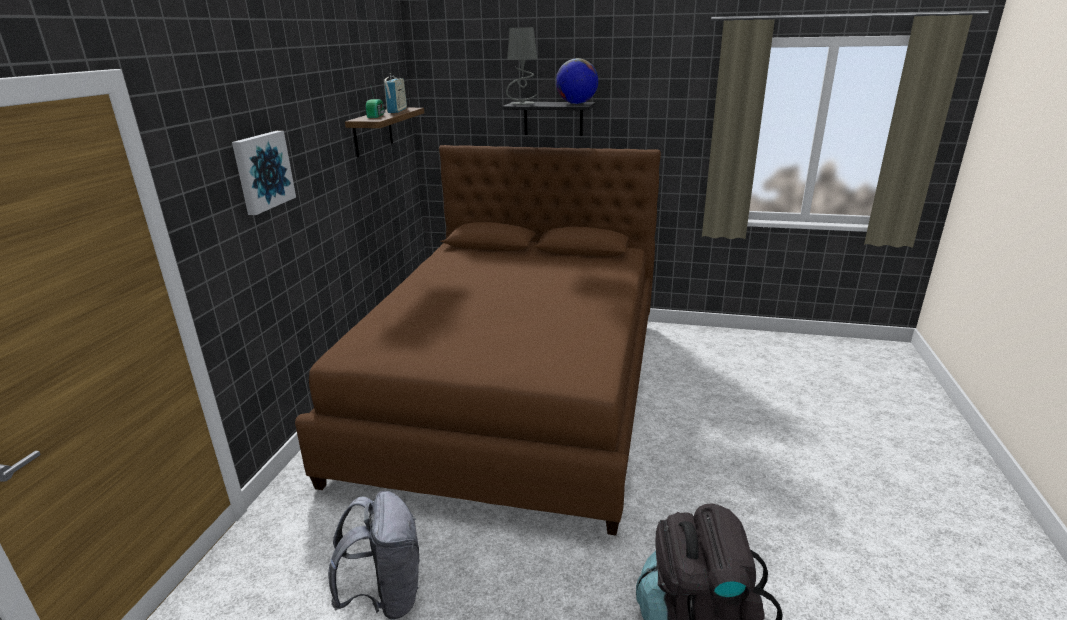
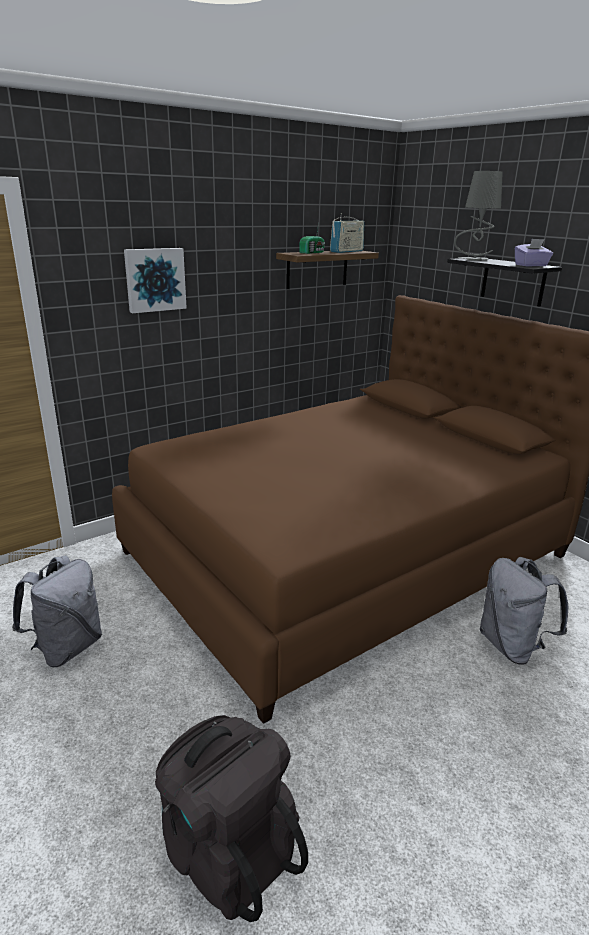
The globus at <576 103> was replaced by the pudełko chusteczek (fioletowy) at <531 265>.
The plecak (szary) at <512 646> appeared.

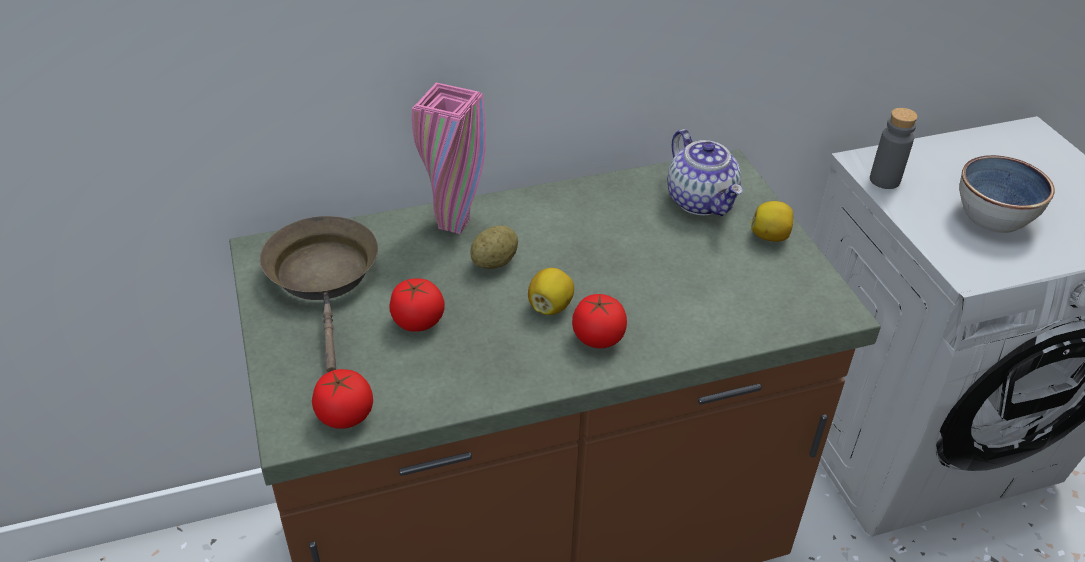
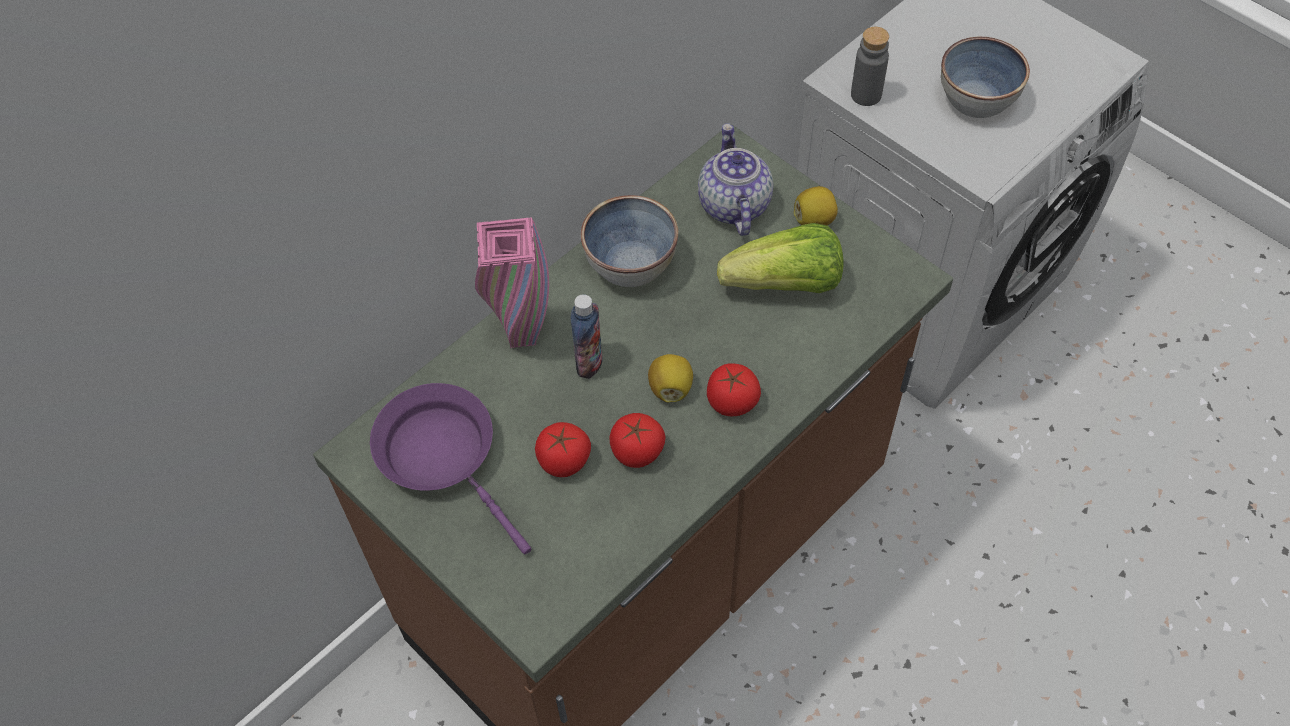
The patelnia (brązowy) at <324 279> became the patelnia (fioletowy) at <443 456>.
The pomidor moved from <345 415> to <637 451>.
The ziemniak at <494 262> was replaced by the butelka at <589 362>.
The imbryk at <702 201> turned 135 degrees counterclockwise.
The miska at <630 263> appeared.
The sałata at <786 285> appeared.

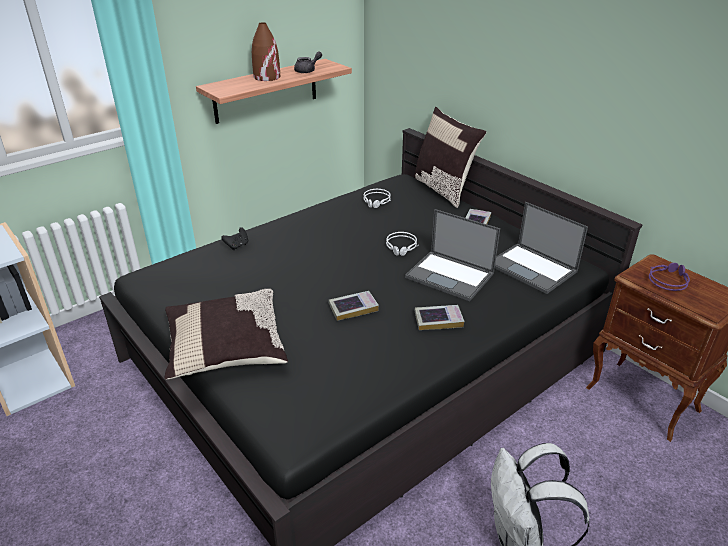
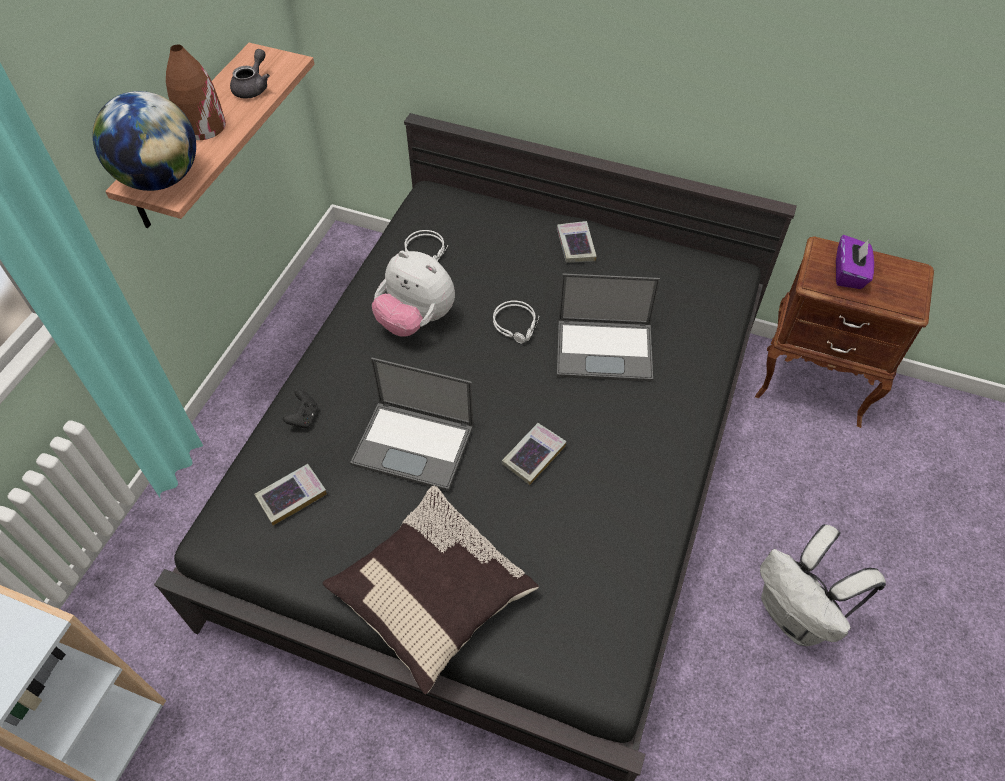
The poduszka at <443 190> disappeared.
The książka moved from <438 320> to <292 496>.
The laptop moved from <533 268> to <415 444>.
The słuchawki (fioletowy) at <667 280> was replaced by the pudełko chusteczek (fioletowy) at <849 273>.
The globus at <160 179> appeared.
The pluszak at <416 320> appeared.

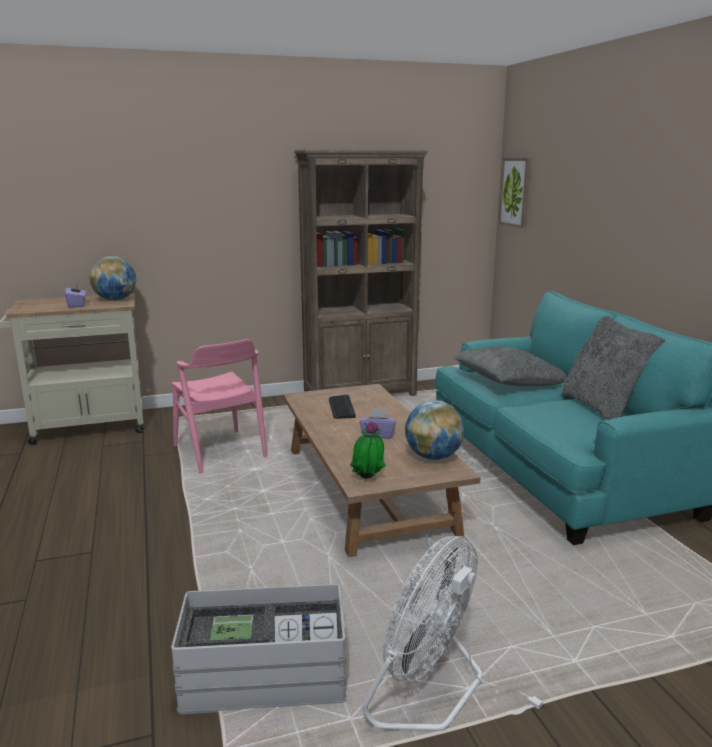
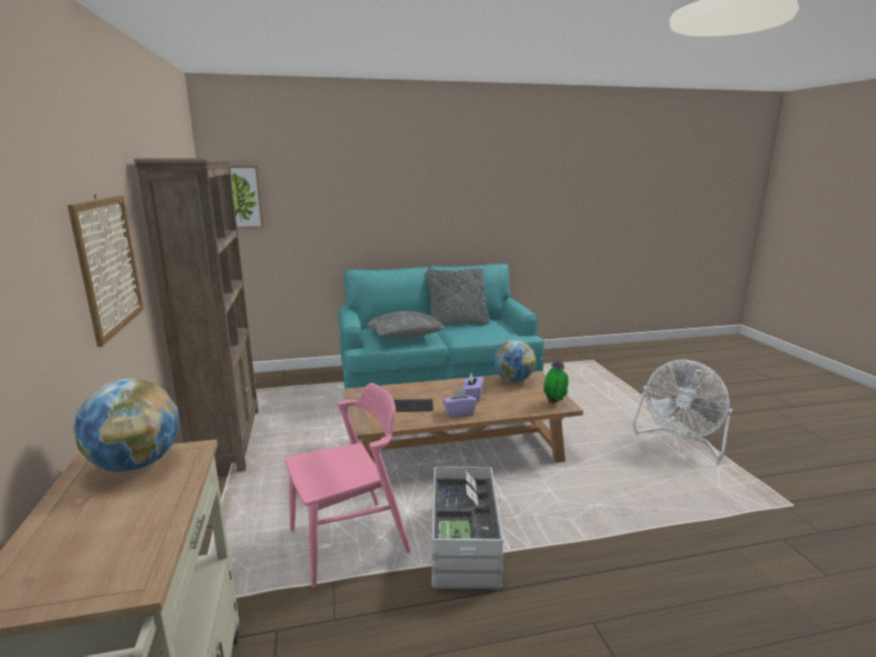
The pudełko chusteczek (fioletowy) moved from <77 305> to <459 412>.
The pojemnik do przechowywania (szary) moved from <265 673> to <463 543>.
The obraz at <108 263> appeared.

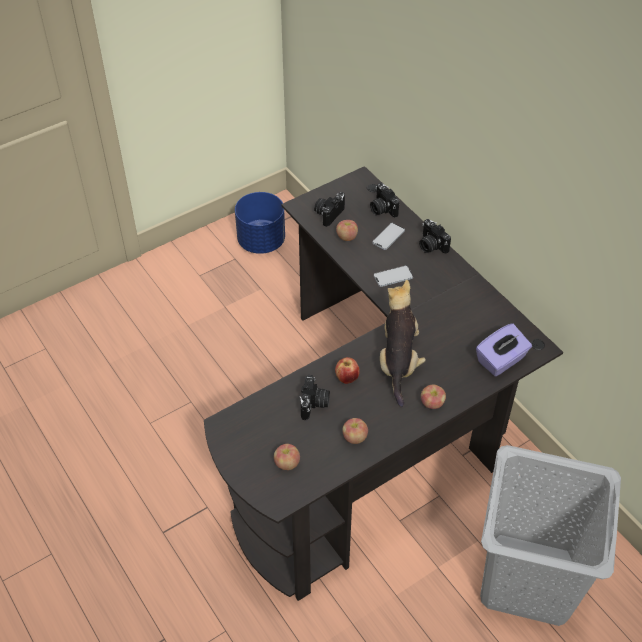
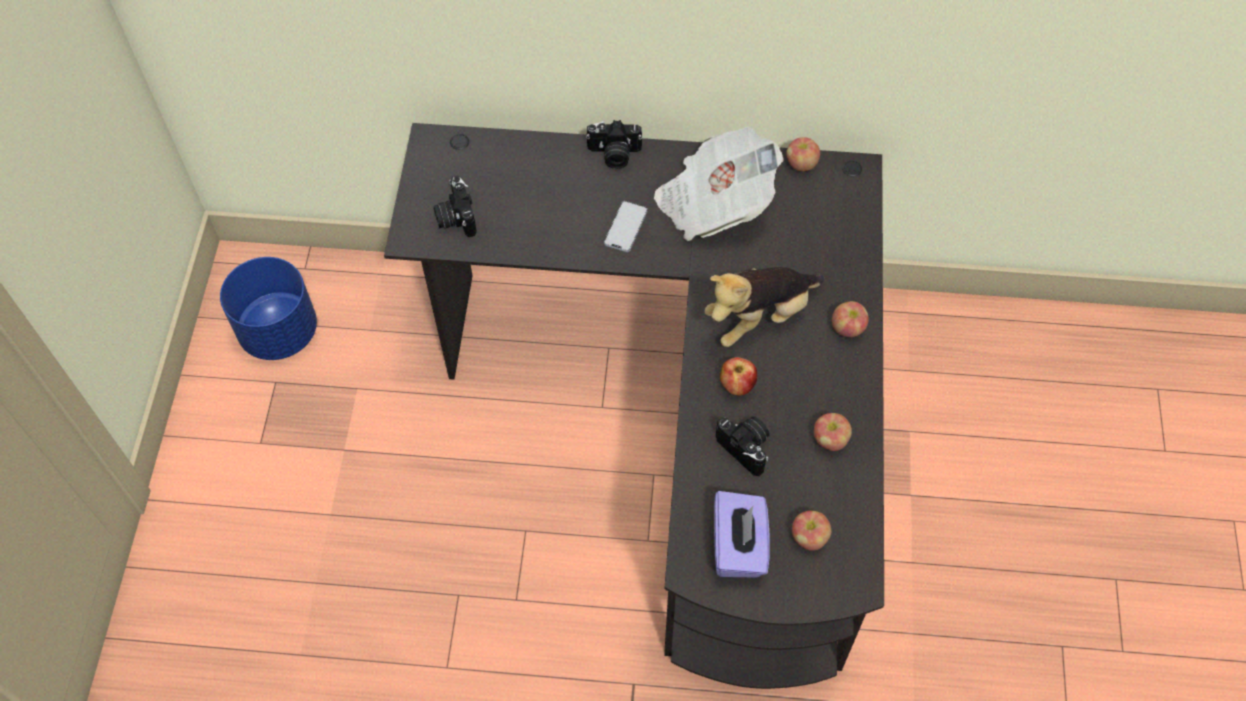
The jabłko moved from <346 237> to <801 164>.
The aparat fotograficzny at <382 209> disappeared.
The telefon at <388 237> disappeared.
The pluszak at <398 362> turned 75 degrees counterclockwise.
The pudełko chusteczek (fioletowy) moved from <501 360> to <739 547>.
The kosz na pranie (szary) at <527 577> disappeared.
The gazeta at <714 203> appeared.

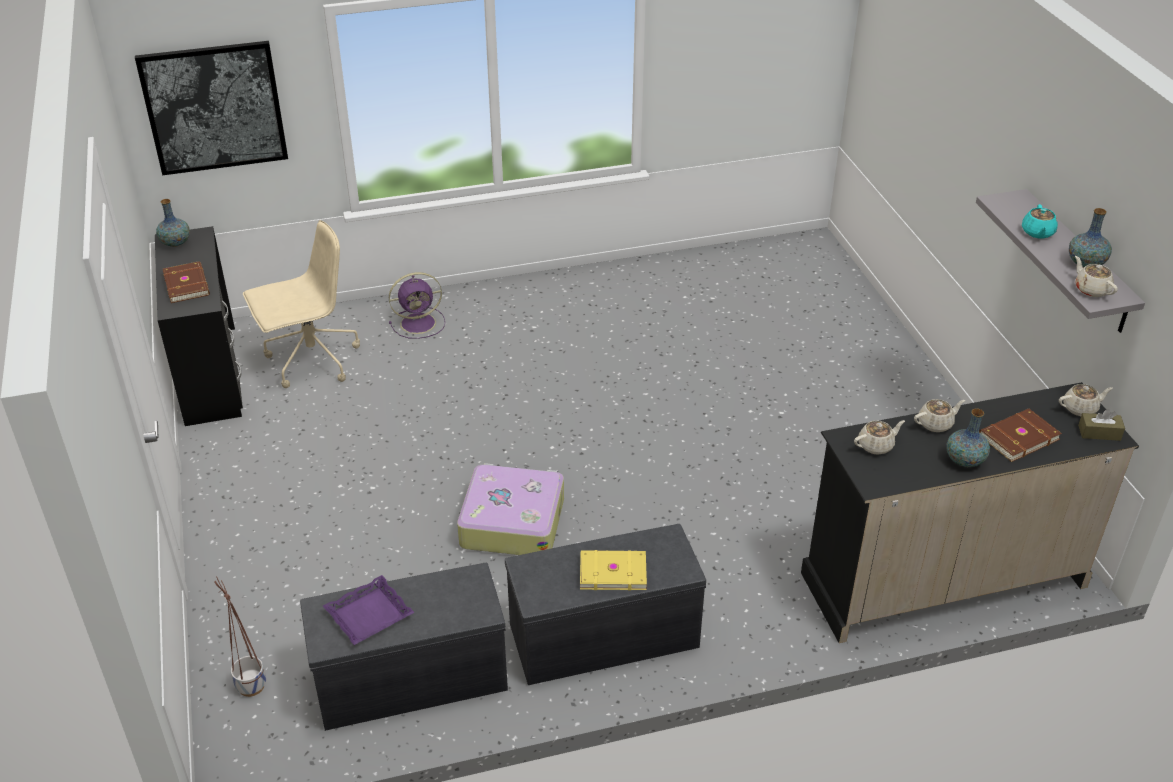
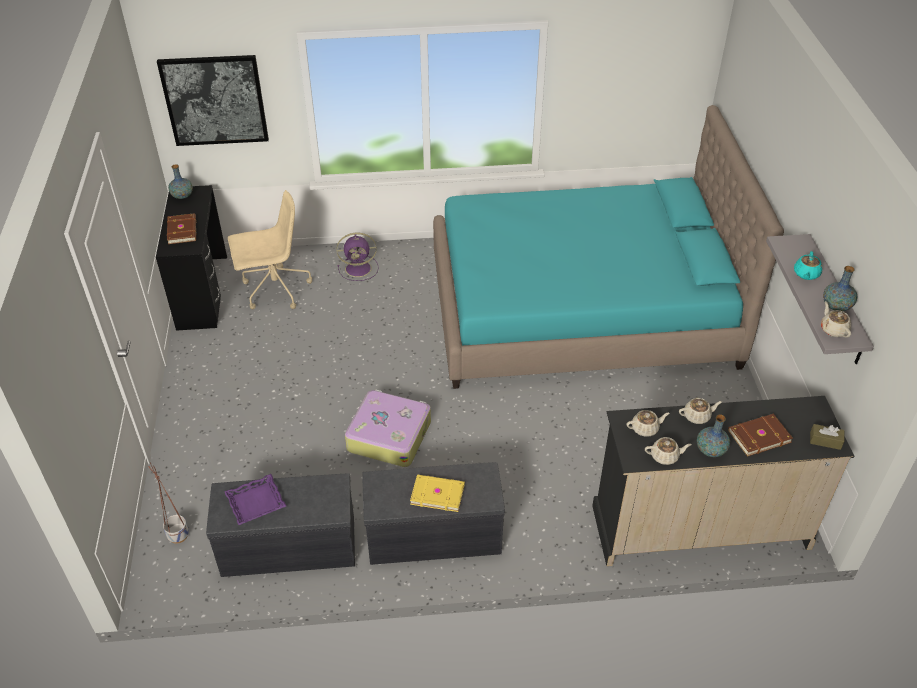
The imbryk (beżowy) moved from <1080 408> to <665 456>.
The łóżko (turkusowy) at <581 310> appeared.

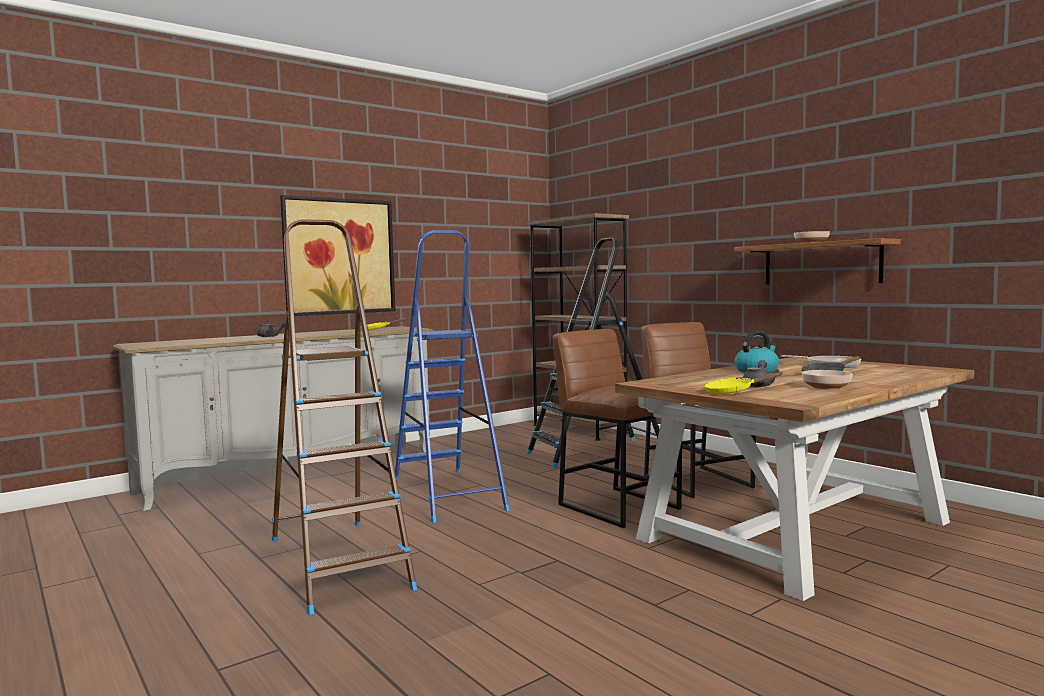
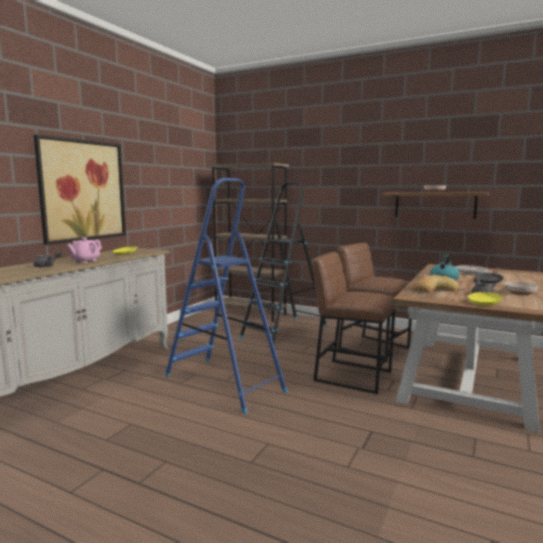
The drabinka (brązowy) at <338 562> disappeared.
The imbryk (różowy) at <85 261> appeared.
The chleb at <434 289> appeared.

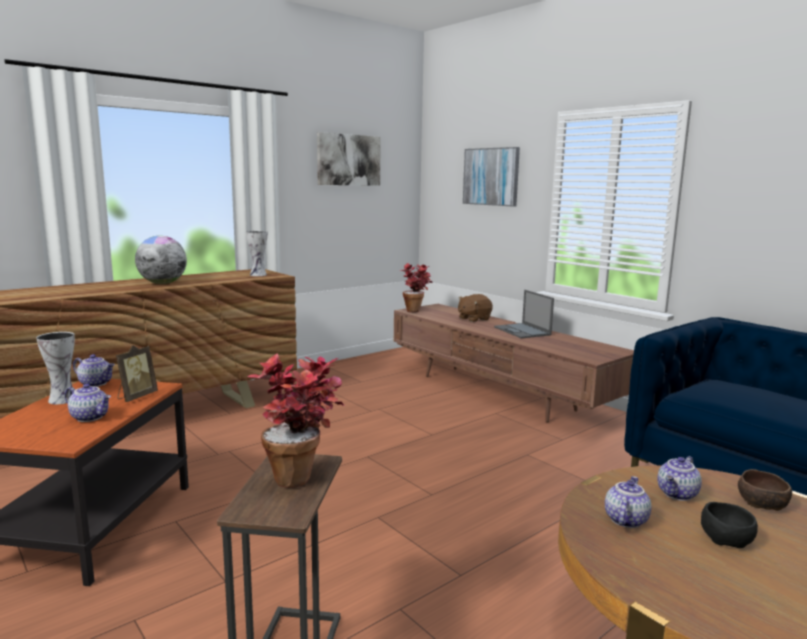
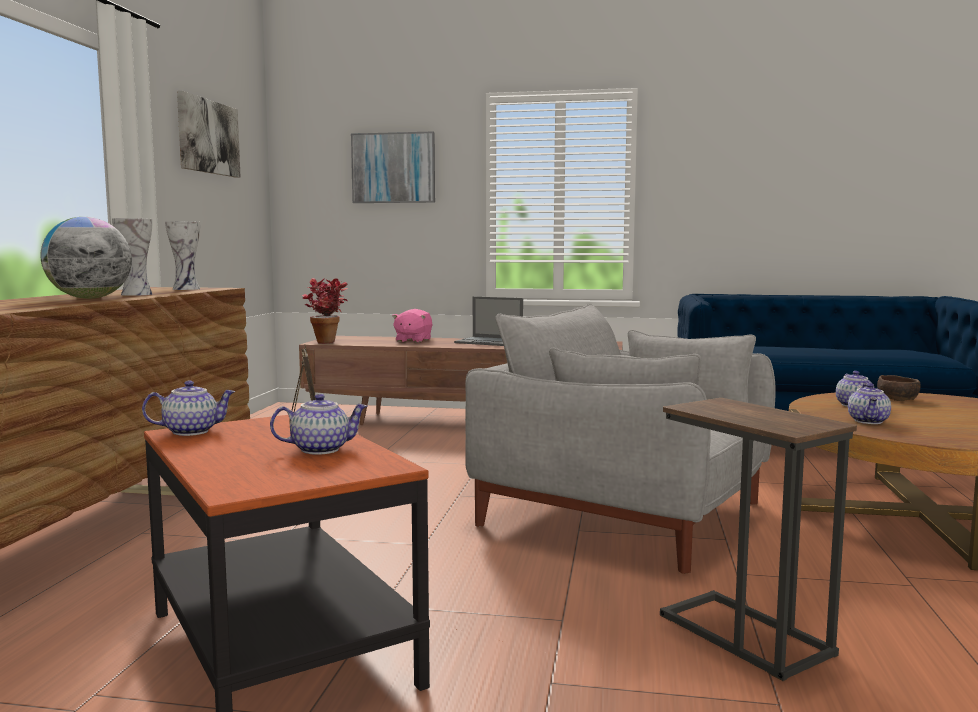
The wazon moved from <63 399> to <136 294>.
The roślina doniczkowa at <304 476> disappeared.
The pluszak (brązowy) at <473 319> became the pluszak (różowy) at <413 340>.
The imbryk at <624 519> turned 150 degrees counterclockwise.
The miska (czarny) at <727 538> disappeared.
The fotel (szary) at <623 514> appeared.

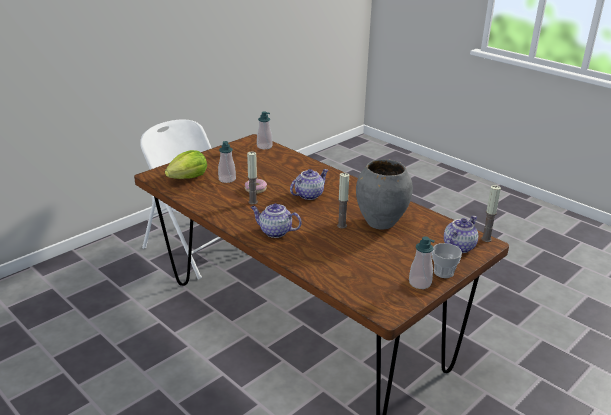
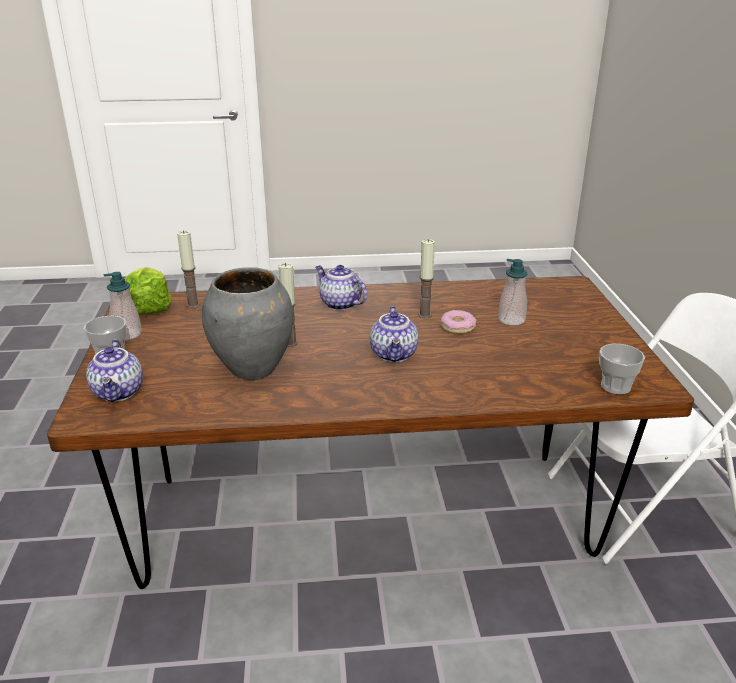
The sałata moved from <188 177> to <148 307>.
The imbryk at <274 232> turned 105 degrees counterclockwise.
The dozownik mydła at <264 146> was replaced by the filiżanka at <615 386>.
The świeca moved from <486 239> to <193 305>.

